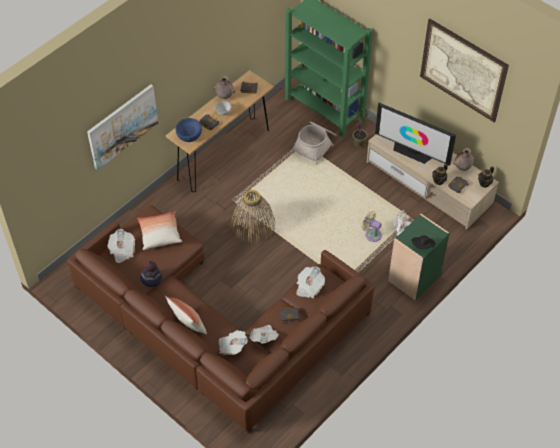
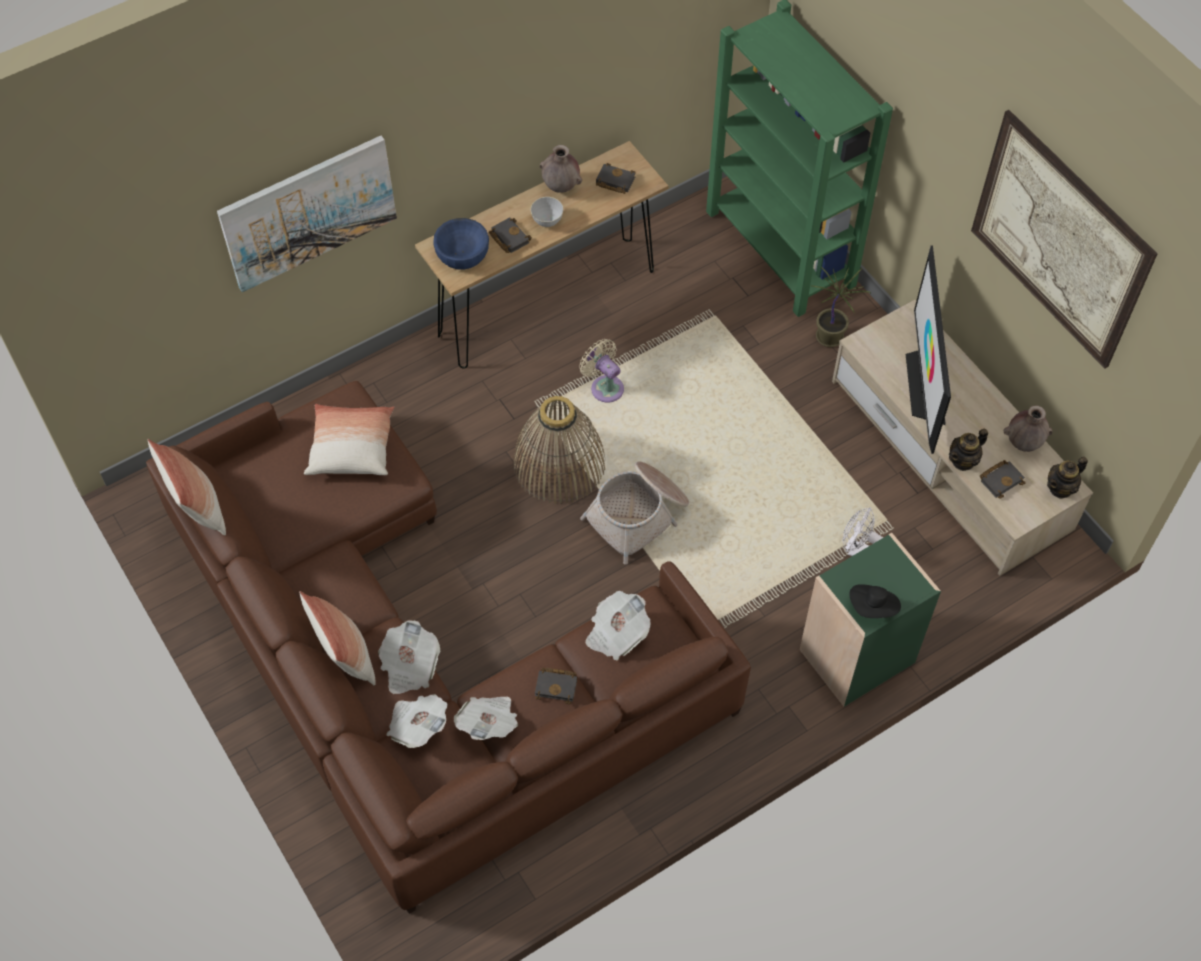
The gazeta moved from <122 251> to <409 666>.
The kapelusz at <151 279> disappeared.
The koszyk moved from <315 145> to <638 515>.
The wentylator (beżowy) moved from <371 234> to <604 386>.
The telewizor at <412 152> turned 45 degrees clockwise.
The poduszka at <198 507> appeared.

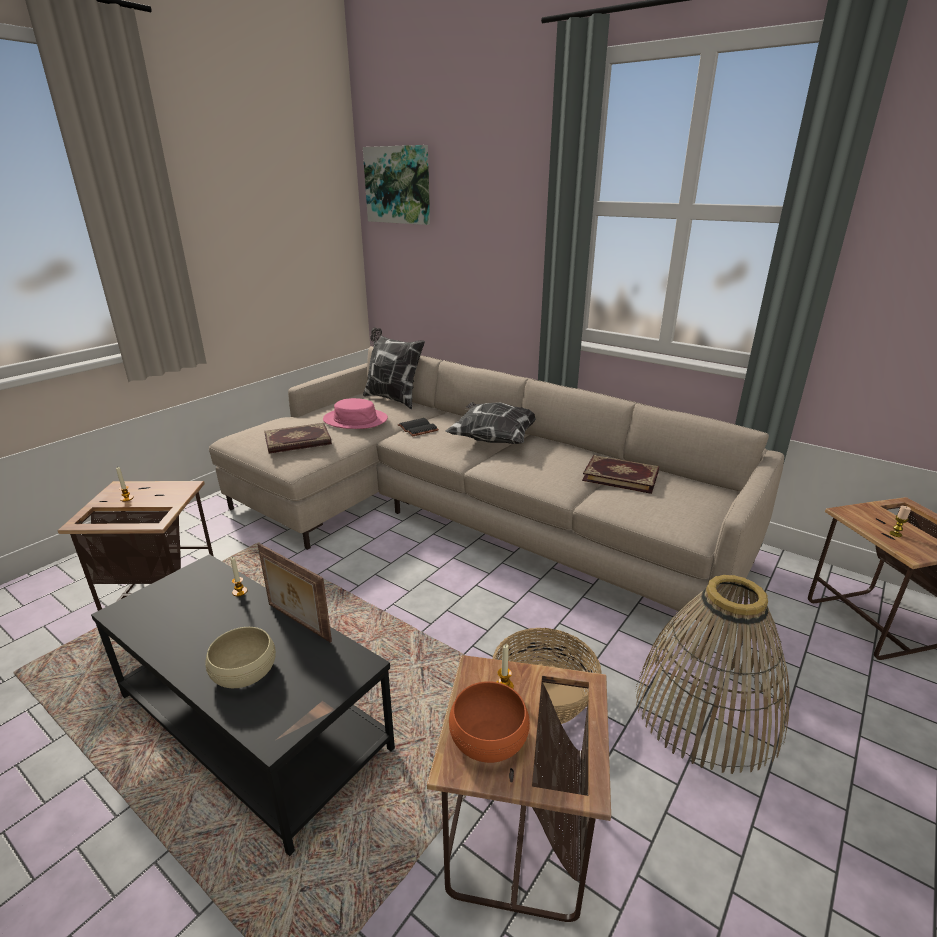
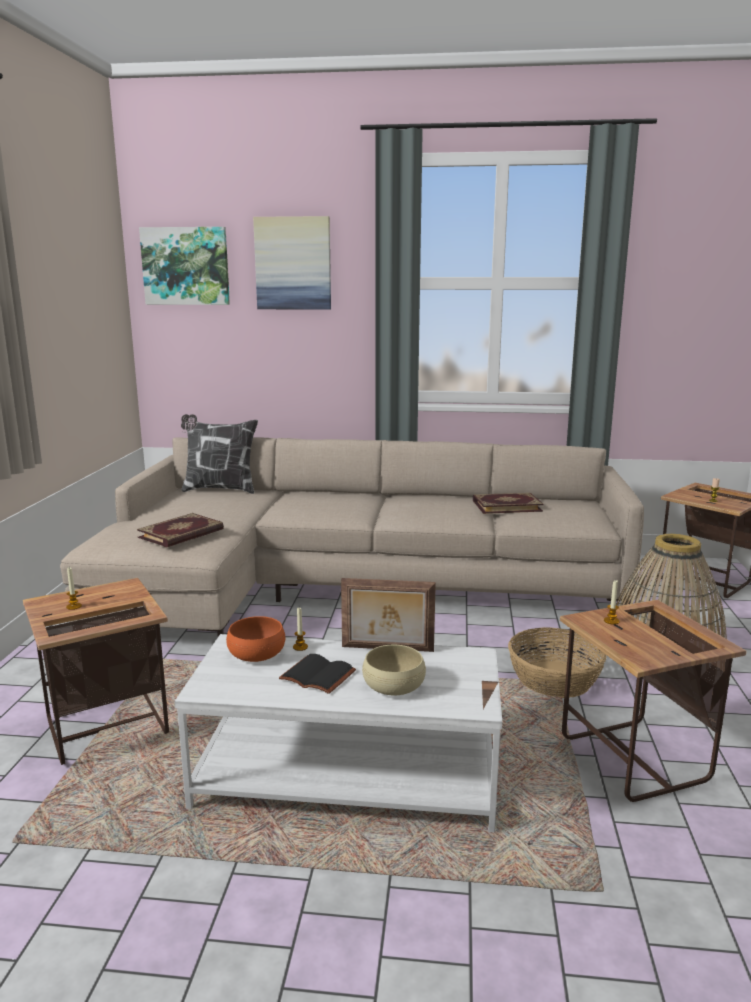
The ława (czarny) at <254 721> became the ława (biały) at <348 776>.
The kapelusz (różowy) at <355 420> disappeared.
The książka (czarny) moved from <416 428> to <315 676>.
The poduszka at <494 439> disappeared.
The miska (pomarańczowy) moved from <488 737> to <256 654>.
The obraz at <293 263> appeared.

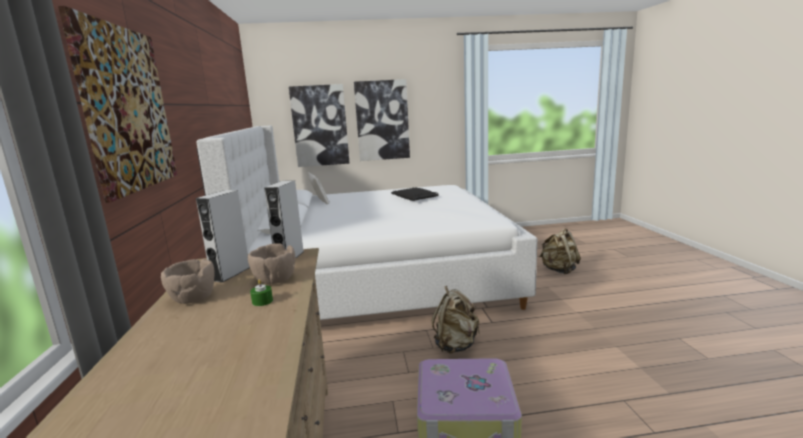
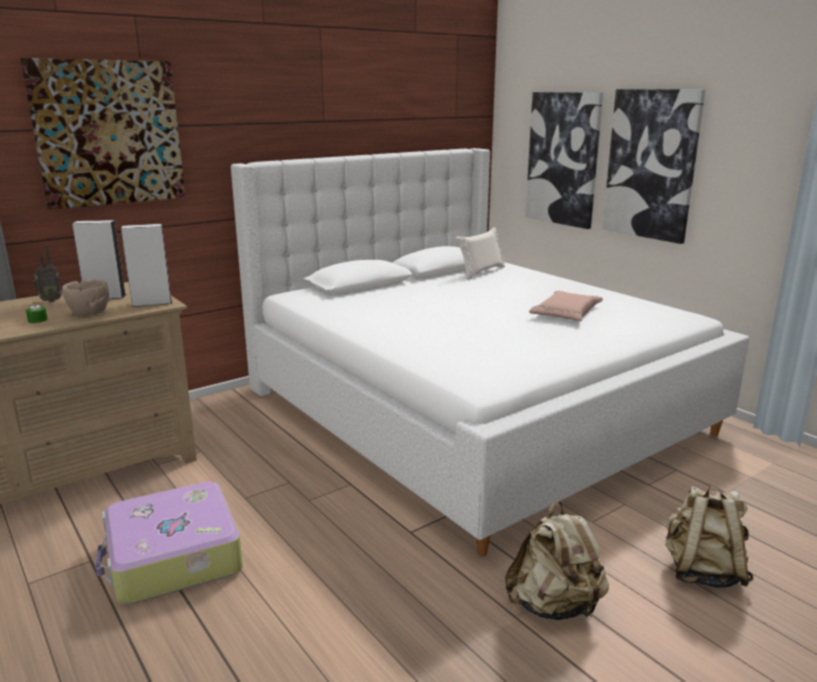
The miska (brązowy) at <193 297> was replaced by the radio at <50 301>.
The poduszka (czarny) at <414 197> became the poduszka (beżowy) at <566 312>.
The plecak (beżowy) moved from <455 345> to <554 606>.

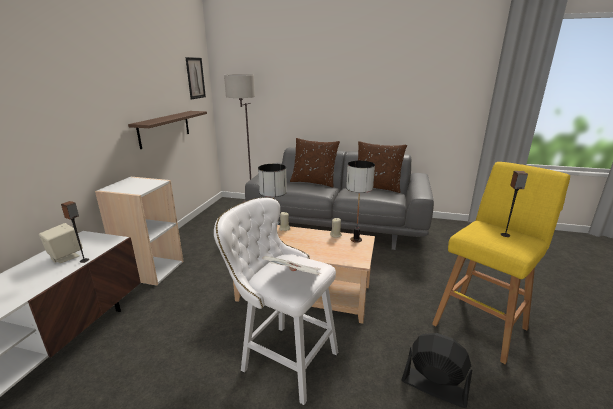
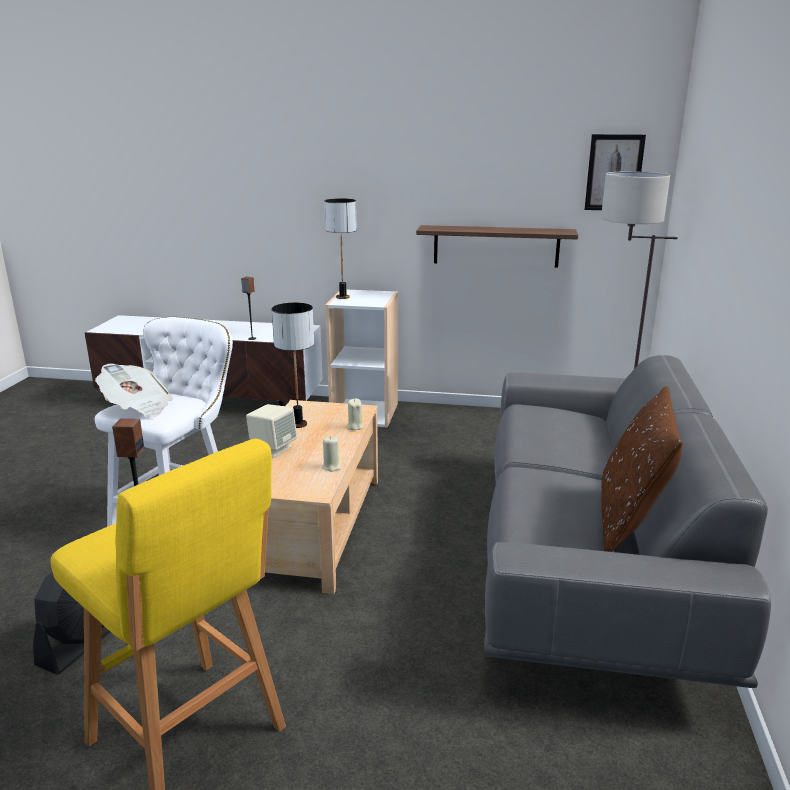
The głośnik (beżowy) moved from <65 256> to <273 448>.
The poduszka (brązowy) at <314 182> disappeared.
The lampa stołowa moved from <356 240> to <342 297>.

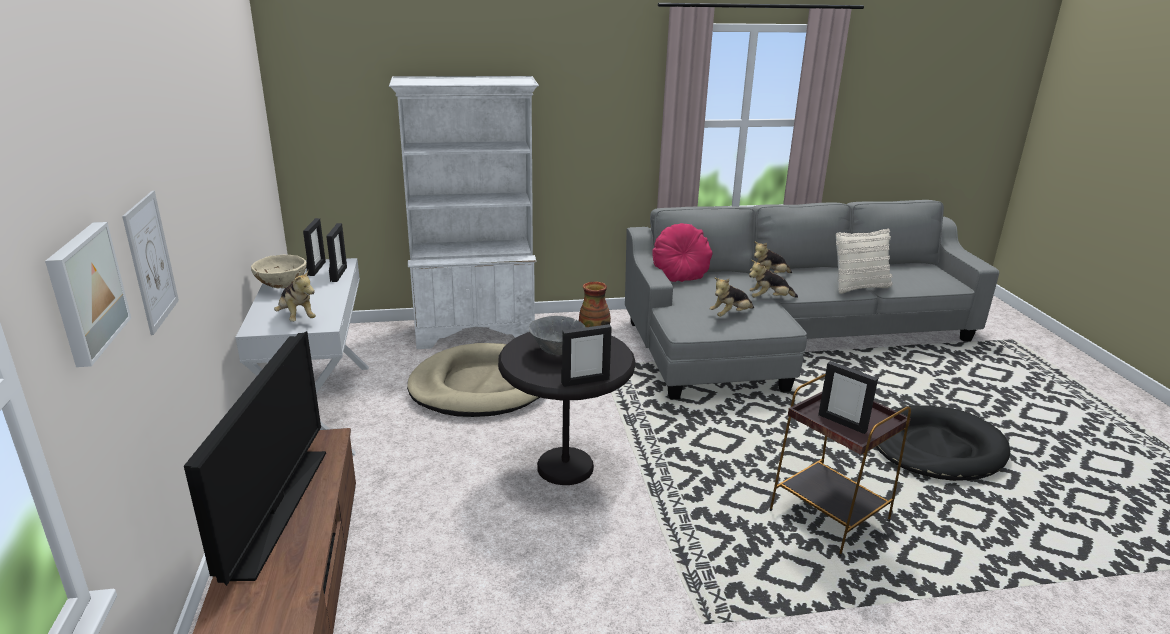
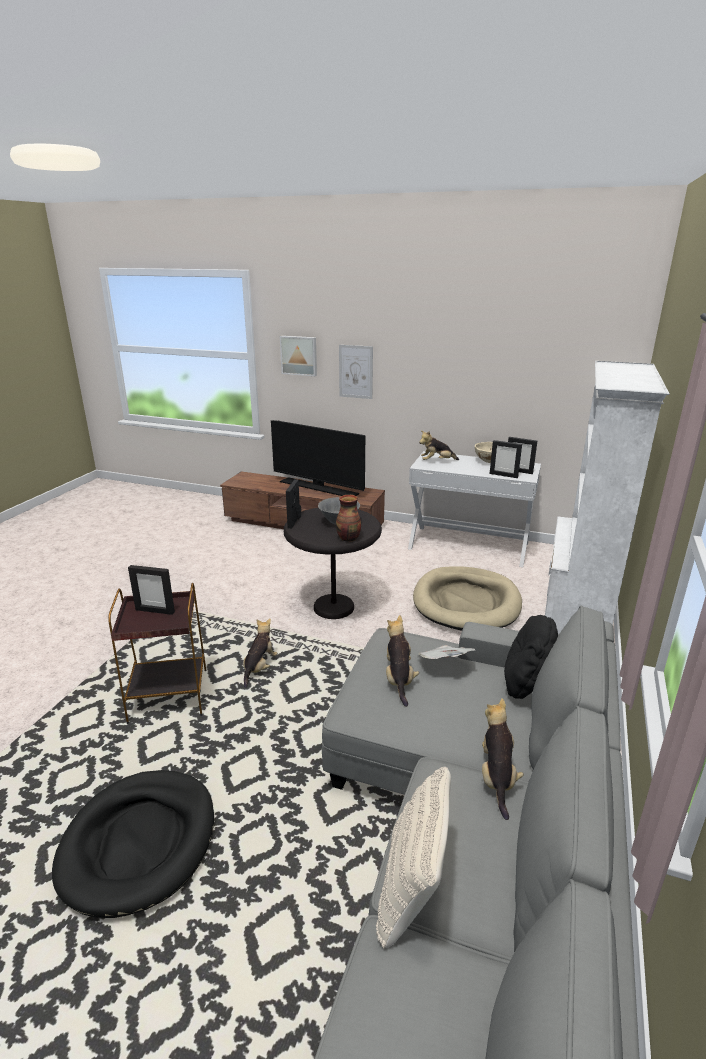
The poduszka (różowy) at <680 278> became the poduszka (czarny) at <525 685>.
The pluszak moved from <769 299> to <259 668>.
The ramka na zdjęcie at <842 422> turned 150 degrees counterclockwise.
The gazeta at <444 664> appeared.

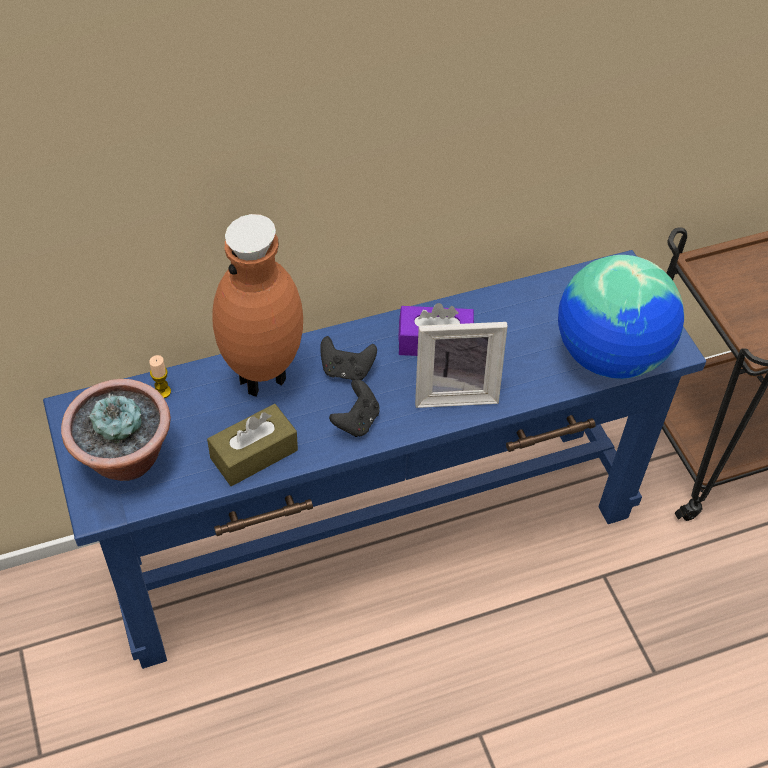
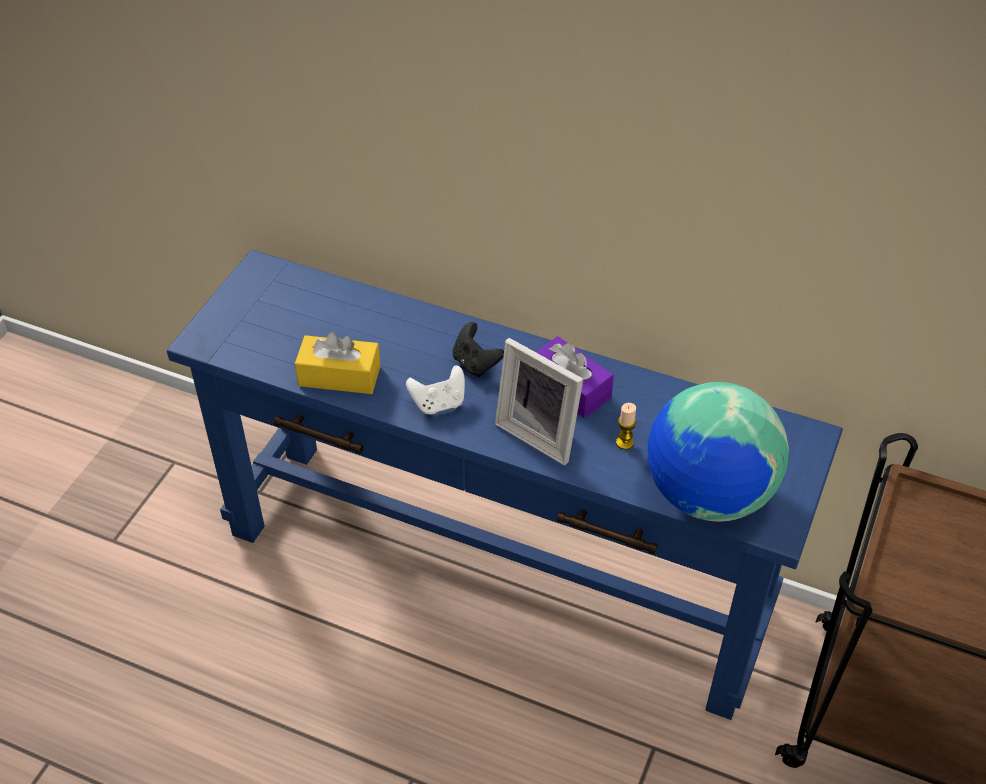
The roślina doniczkowa at <125 459> disappeared.
The świeca moved from <162 392> to <624 442>.
The pudełko chusteczek (brązowy) at <254 454> became the pudełko chusteczek (żółty) at <339 376>.
The wazon (brązowy) at <264 378> disappeared.
The pad do gier (czarny) at <356 421> became the pad do gier (biały) at <438 403>.

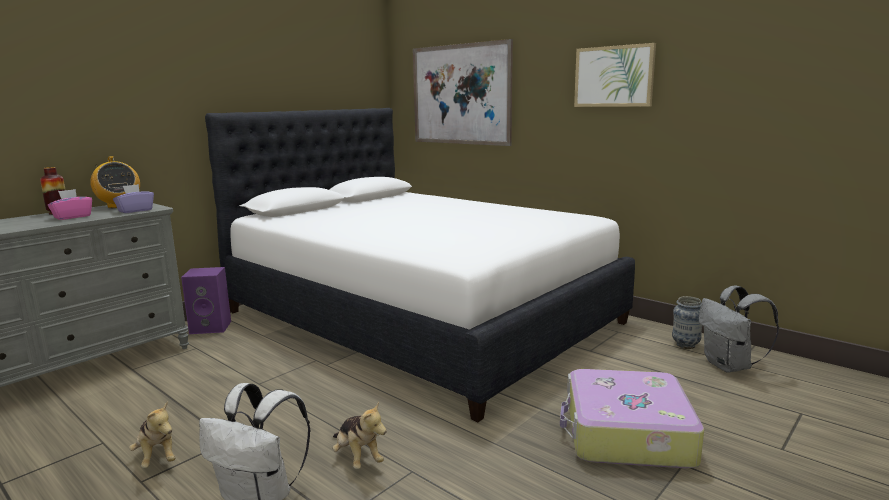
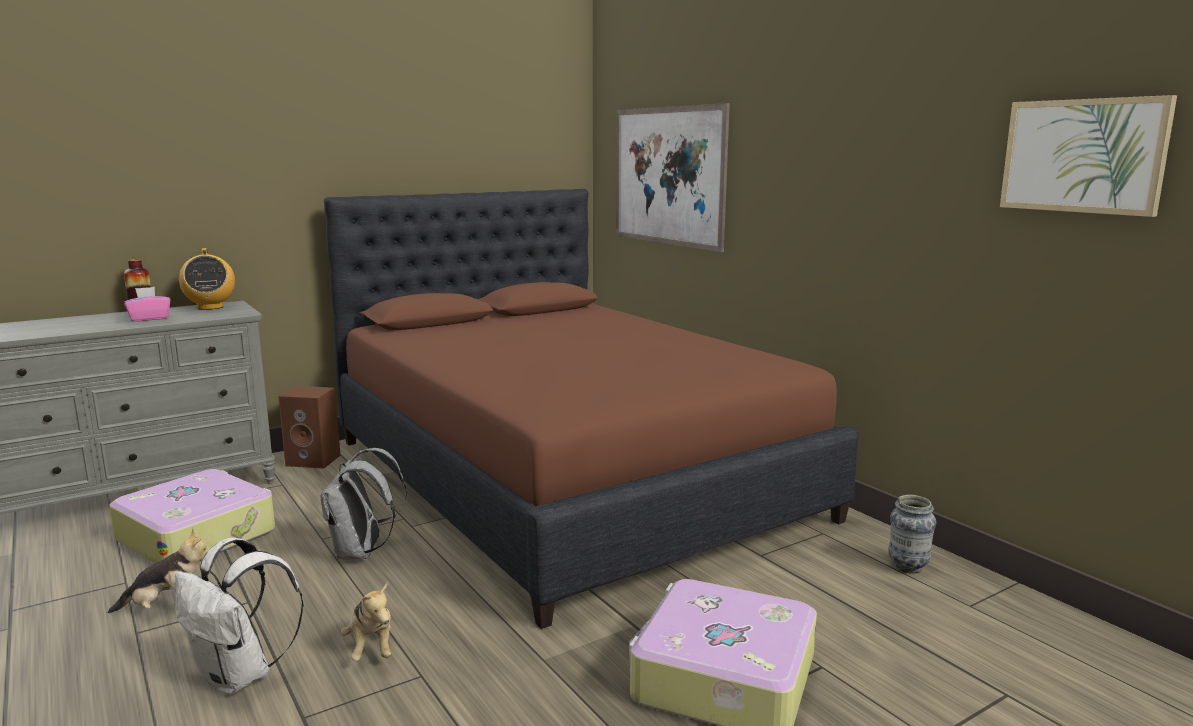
The pudełko chusteczek (fioletowy) at <135 210> disappeared.
The pluszak at <157 457> turned 75 degrees counterclockwise.
The głośnik (fioletowy) at <212 327> became the głośnik (brązowy) at <315 460>.
The łóżko (biały) at <419 316> became the łóżko (brązowy) at <566 477>.
The obraz moved from <614 76> to <1083 156>.
The plecak (szary) moved from <729 366> to <361 553>.
The walizka at <198 535> appeared.

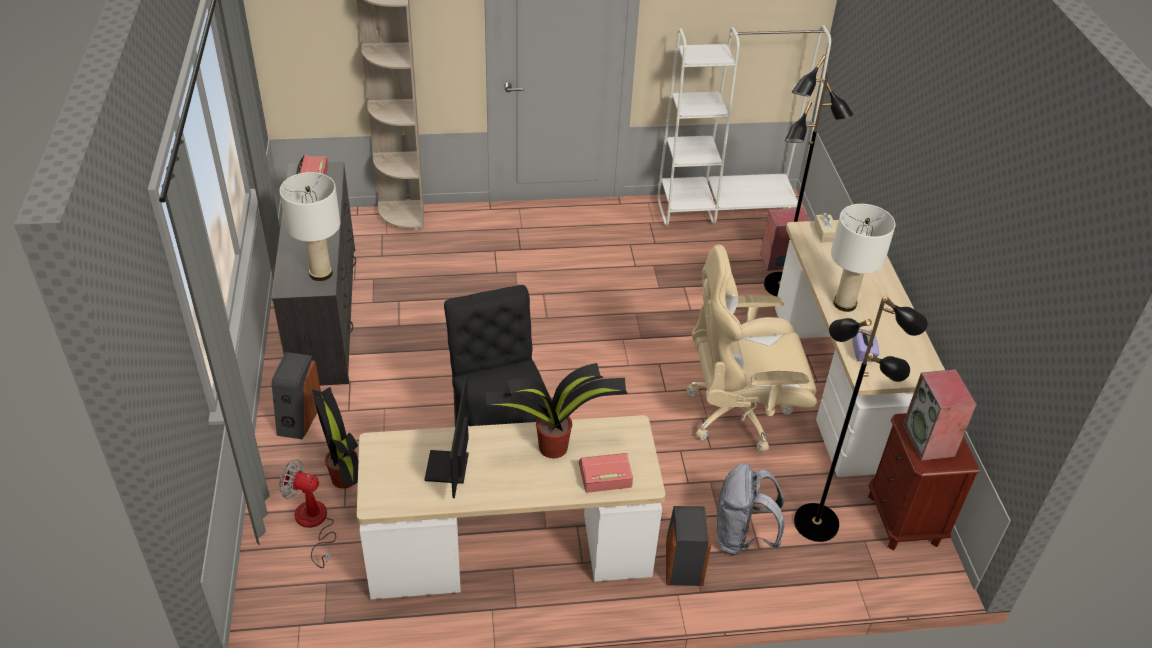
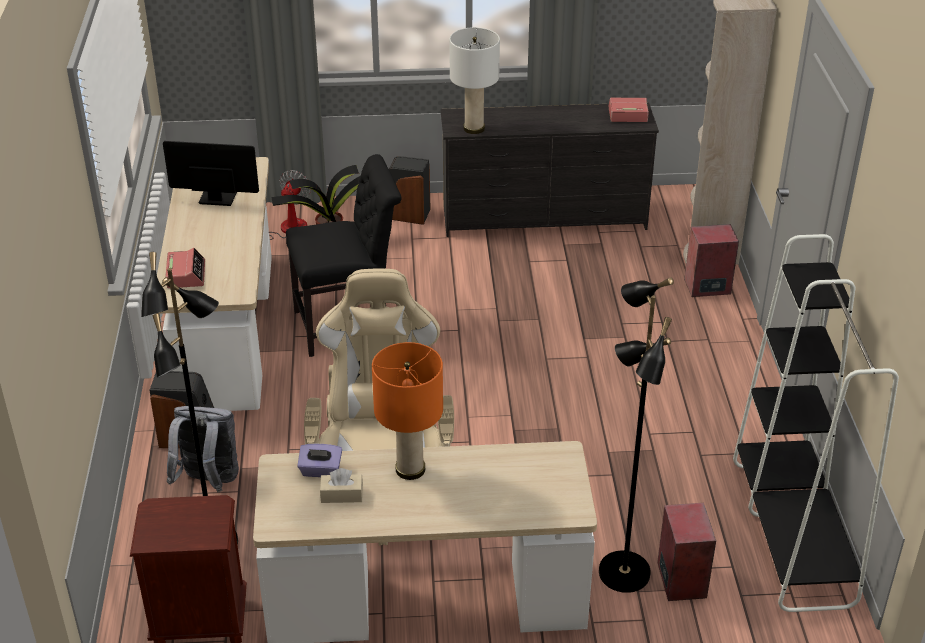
The roślina doniczkowa at <555 447> disappeared.
The wieszak (biały) at <726 211> became the wieszak (czarny) at <791 535>.
The pudełko chusteczek (beżowy) moved from <824 233> to <342 495>.
The lampa stołowa (biały) at <844 304> became the lampa stołowa (pomarańczowy) at <410 469>.
The głośnik moved from <929 441> to <707 287>.

